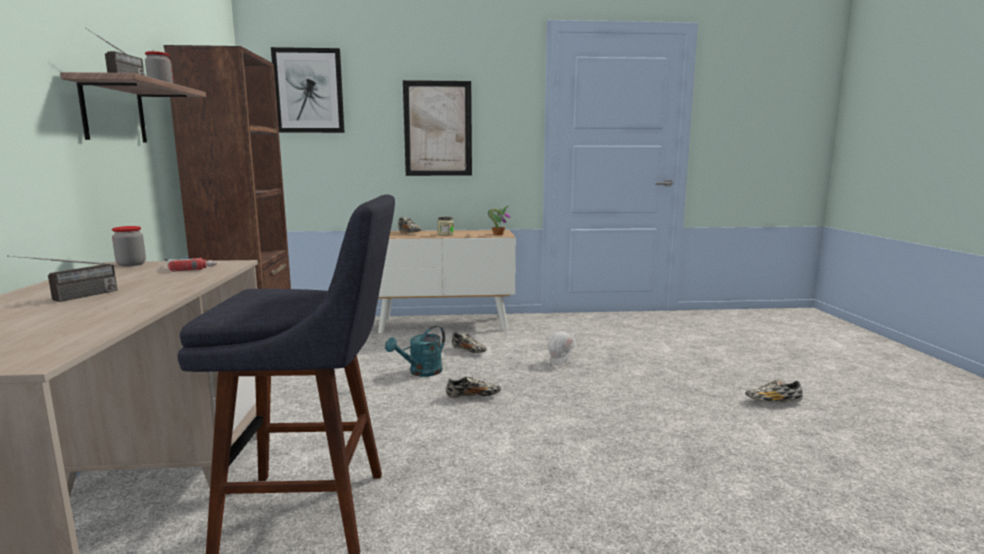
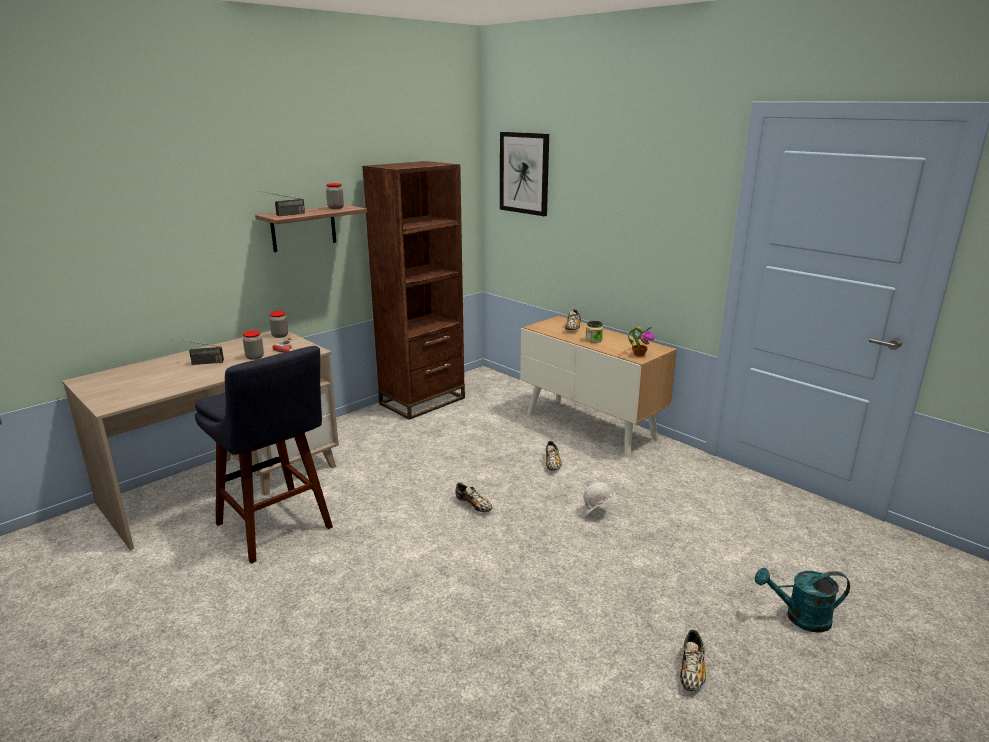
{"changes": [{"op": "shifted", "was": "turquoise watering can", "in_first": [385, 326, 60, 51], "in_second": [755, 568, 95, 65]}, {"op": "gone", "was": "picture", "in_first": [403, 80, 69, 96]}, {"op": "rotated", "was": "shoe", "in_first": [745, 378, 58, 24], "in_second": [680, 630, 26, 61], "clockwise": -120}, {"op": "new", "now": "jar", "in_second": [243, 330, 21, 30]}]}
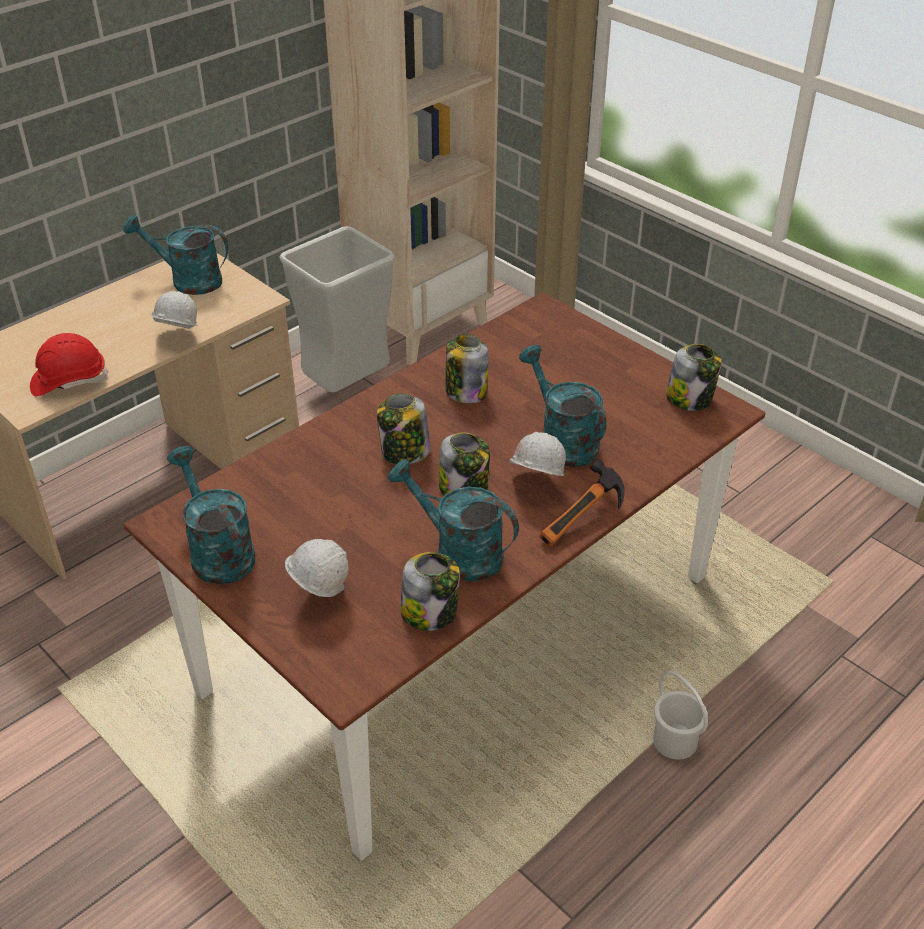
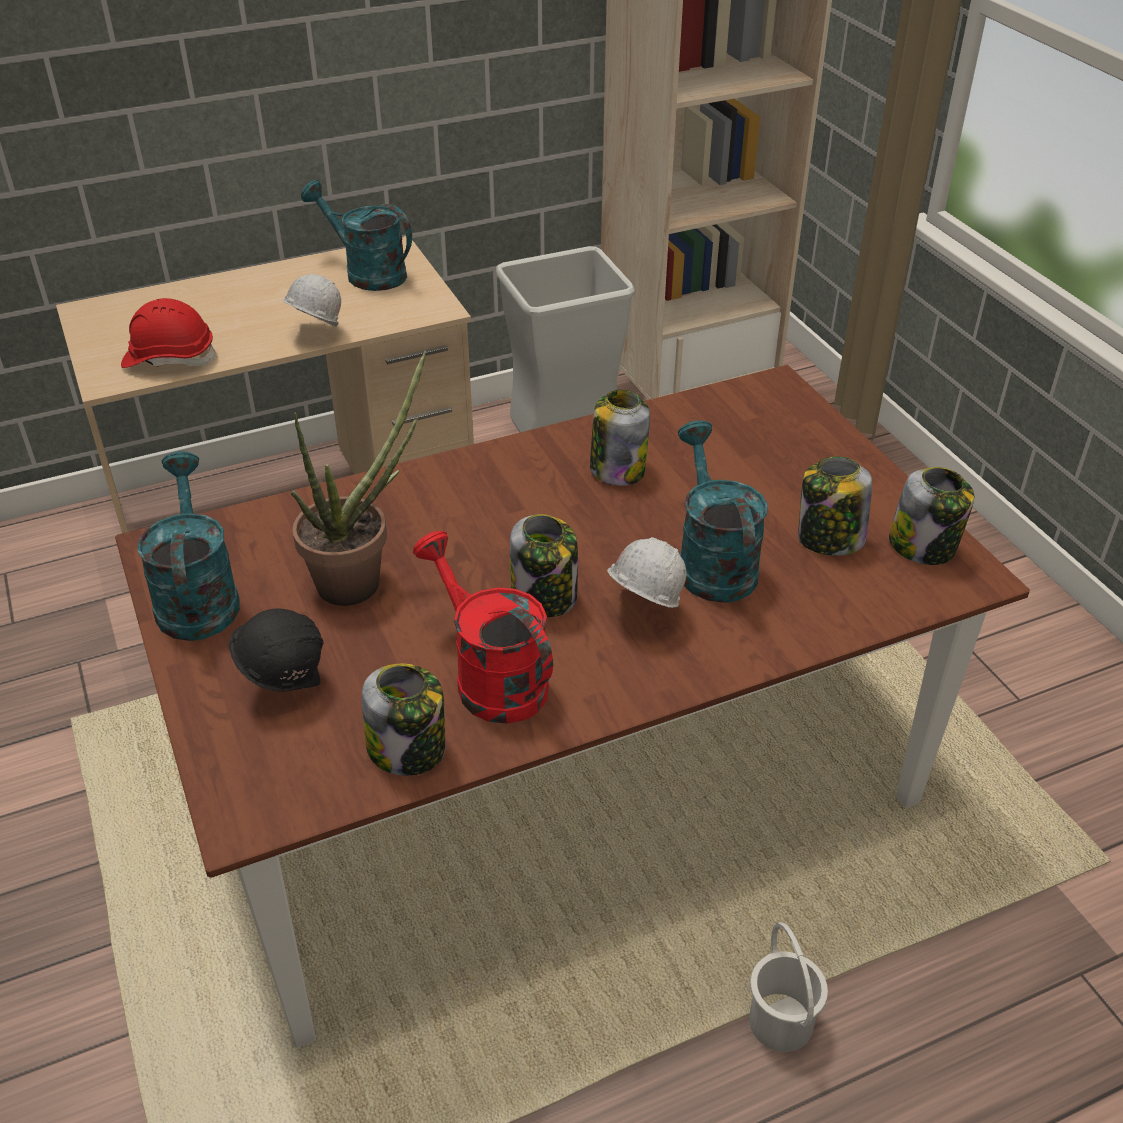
{"changes": [{"op": "repainted", "was": "white hard hat", "now": "black hard hat", "in_first": [285, 539, 64, 58], "in_second": [229, 609, 95, 83]}, {"op": "shifted", "was": "jar", "in_first": [377, 393, 53, 71], "in_second": [798, 457, 74, 99]}, {"op": "repainted", "was": "turquoise watering can", "now": "red watering can", "in_first": [388, 459, 131, 122], "in_second": [413, 531, 140, 193]}, {"op": "gone", "was": "hammer", "in_first": [540, 459, 85, 87]}, {"op": "new", "now": "potted plant", "in_second": [291, 350, 135, 256]}]}
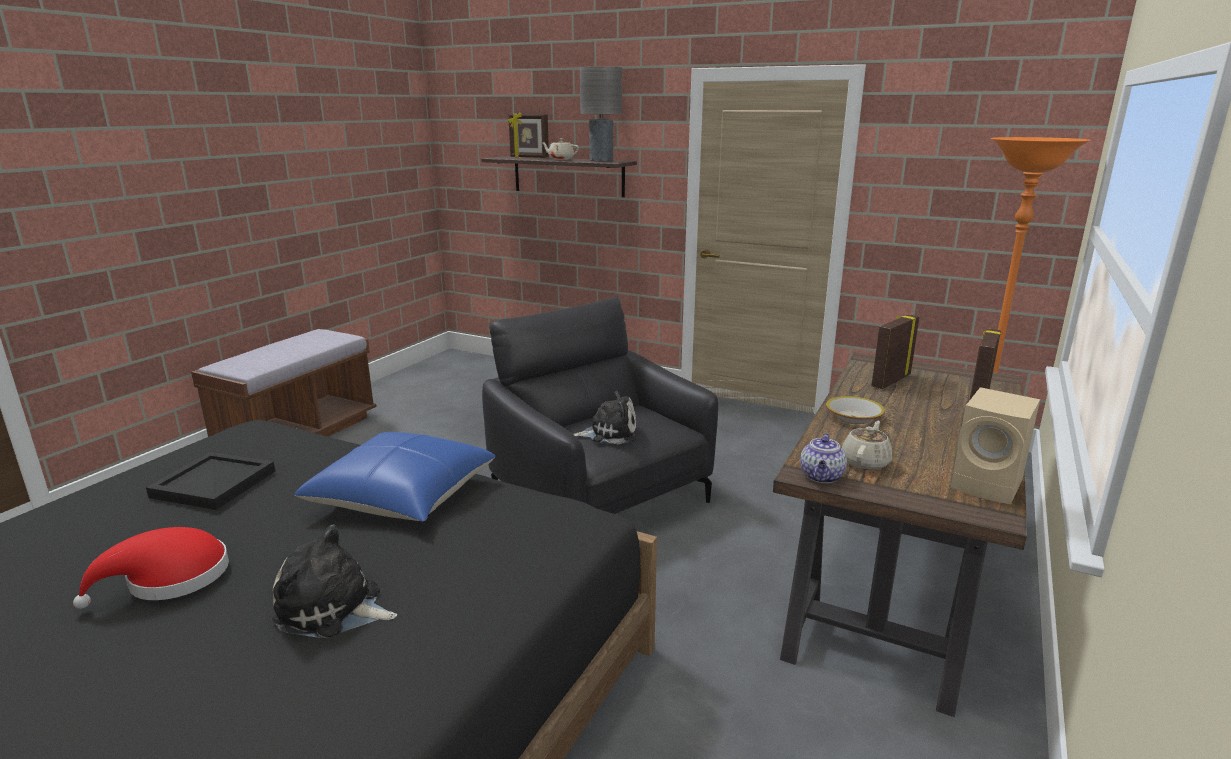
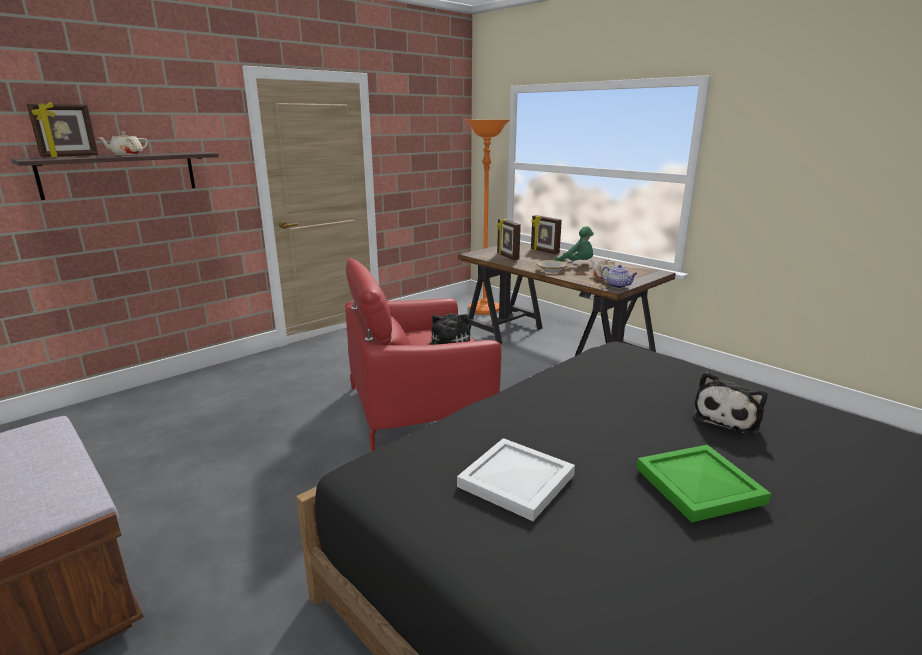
{"changes": [{"op": "swapped", "was": "red hat", "now": "green tray", "in_first": [73, 527, 156, 82], "in_second": [636, 445, 135, 78]}, {"op": "repainted", "was": "black tray", "now": "white tray", "in_first": [146, 452, 129, 58], "in_second": [457, 438, 118, 83]}, {"op": "gone", "was": "blue pillow", "in_first": [294, 432, 202, 89]}, {"op": "repainted", "was": "black armchair", "now": "red armchair", "in_first": [482, 297, 236, 217], "in_second": [345, 258, 157, 194]}, {"op": "gone", "was": "grey table lamp", "in_first": [580, 67, 42, 95]}, {"op": "gone", "was": "beige speaker", "in_first": [951, 387, 89, 117]}, {"op": "new", "now": "green plush toy", "in_second": [556, 226, 38, 35]}]}
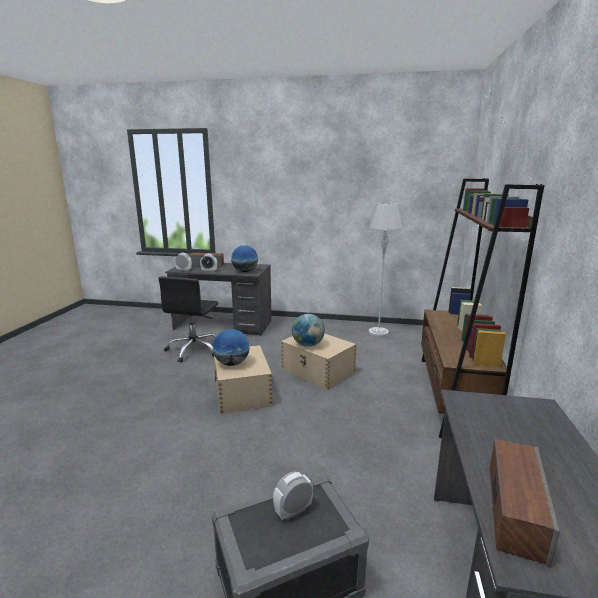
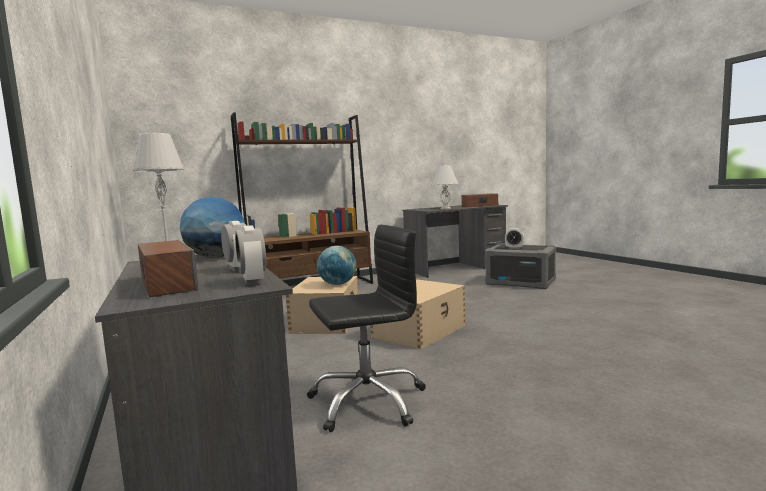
{"changes": [{"op": "gone", "was": "globe", "in_first": [213, 329, 37, 37]}, {"op": "new", "now": "white table lamp", "in_second": [432, 164, 27, 45]}]}
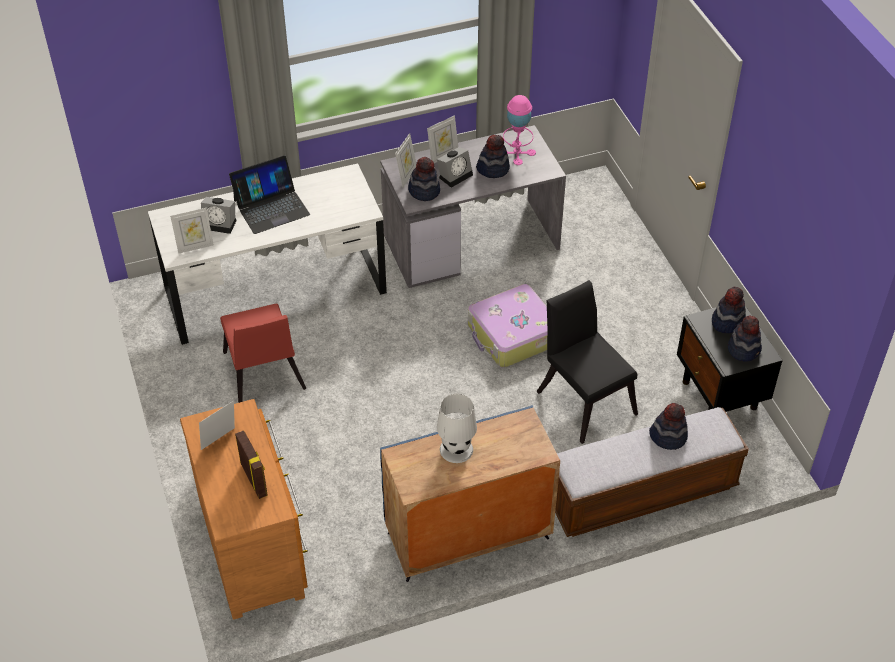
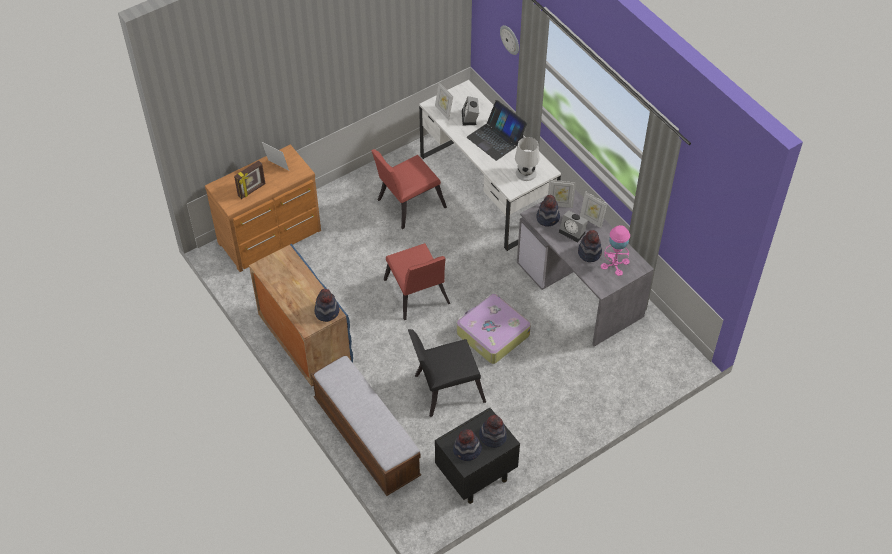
{"changes": [{"op": "shifted", "was": "white table lamp", "in_first": [437, 394, 40, 69], "in_second": [515, 137, 25, 44]}, {"op": "rotated", "was": "black chair", "in_first": [536, 280, 102, 164], "in_second": [408, 329, 78, 88], "clockwise": -150}, {"op": "shifted", "was": "hat", "in_first": [649, 403, 39, 47], "in_second": [314, 289, 25, 33]}, {"op": "new", "now": "red chair", "in_second": [384, 243, 66, 77]}, {"op": "new", "now": "wall clock", "in_second": [500, 25, 19, 30]}]}
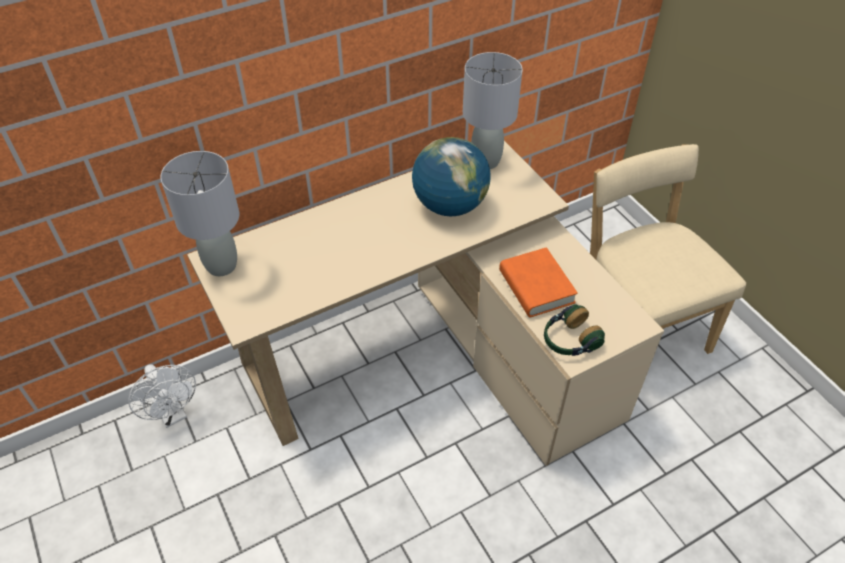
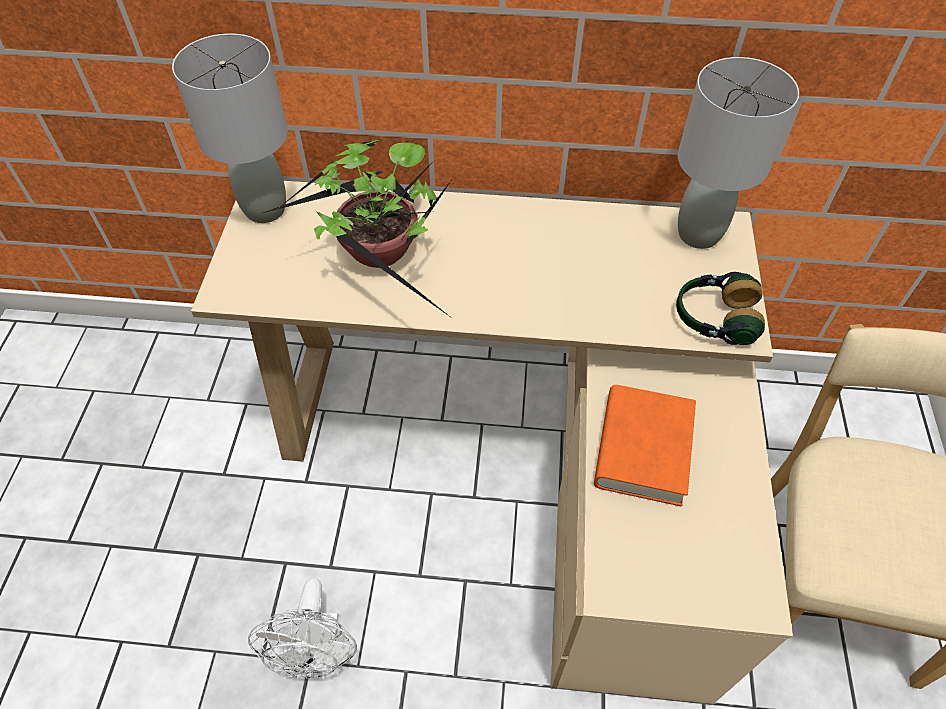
{"changes": [{"op": "shifted", "was": "white fan", "in_first": [128, 364, 68, 64], "in_second": [248, 578, 109, 100]}, {"op": "gone", "was": "globe", "in_first": [412, 137, 79, 79]}, {"op": "shifted", "was": "headphones", "in_first": [544, 304, 61, 52], "in_second": [676, 272, 89, 73]}, {"op": "new", "now": "potted plant", "in_second": [263, 140, 190, 179]}]}
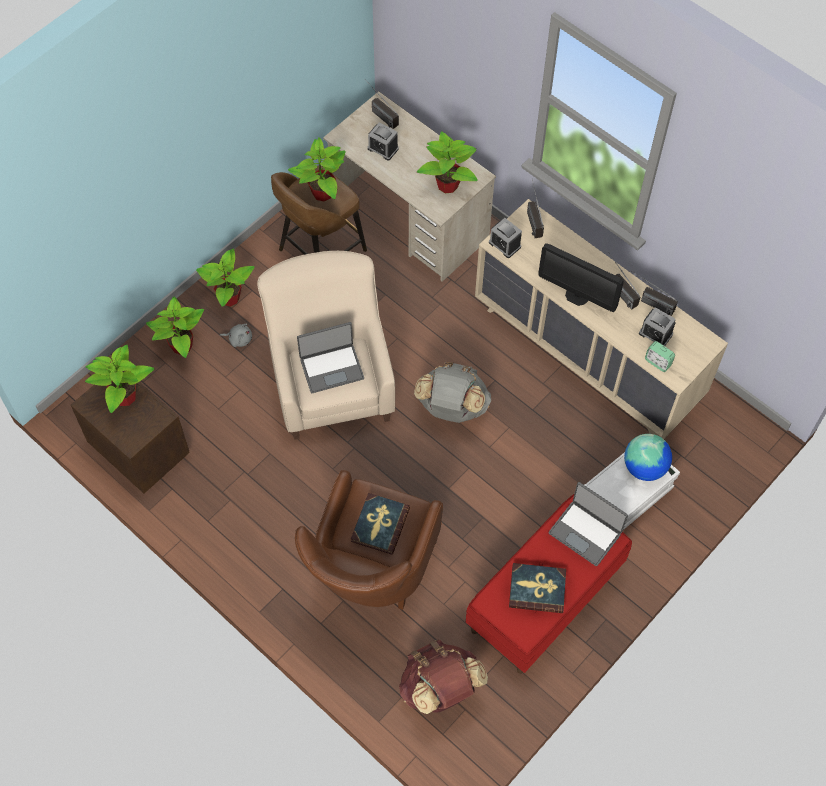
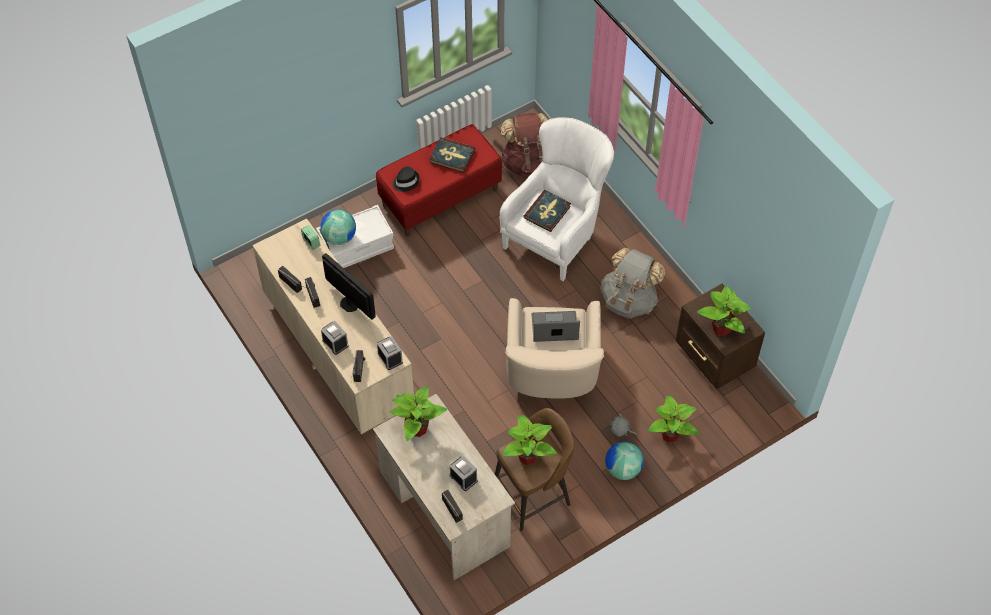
{"changes": [{"op": "swapped", "was": "potted plant", "now": "globe", "in_first": [196, 248, 58, 59], "in_second": [605, 442, 39, 38]}, {"op": "repainted", "was": "brown armchair", "now": "white armchair", "in_first": [295, 470, 148, 140], "in_second": [500, 117, 114, 164]}, {"op": "shifted", "was": "grey backpack", "in_first": [414, 362, 77, 61], "in_second": [600, 248, 65, 71]}, {"op": "swapped", "was": "laptop", "now": "black hat", "in_first": [549, 482, 79, 84], "in_second": [393, 166, 27, 26]}, {"op": "shifted", "was": "alarm clock", "in_first": [639, 307, 37, 39], "in_second": [321, 321, 28, 34]}]}
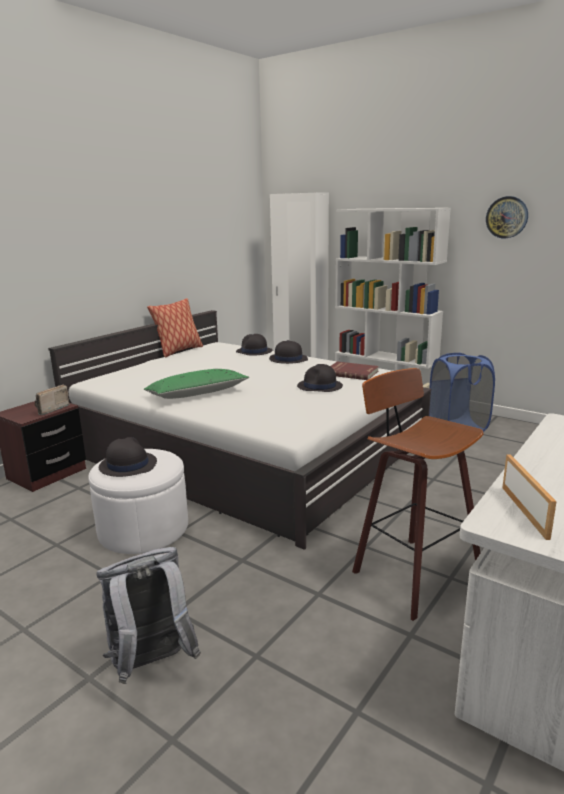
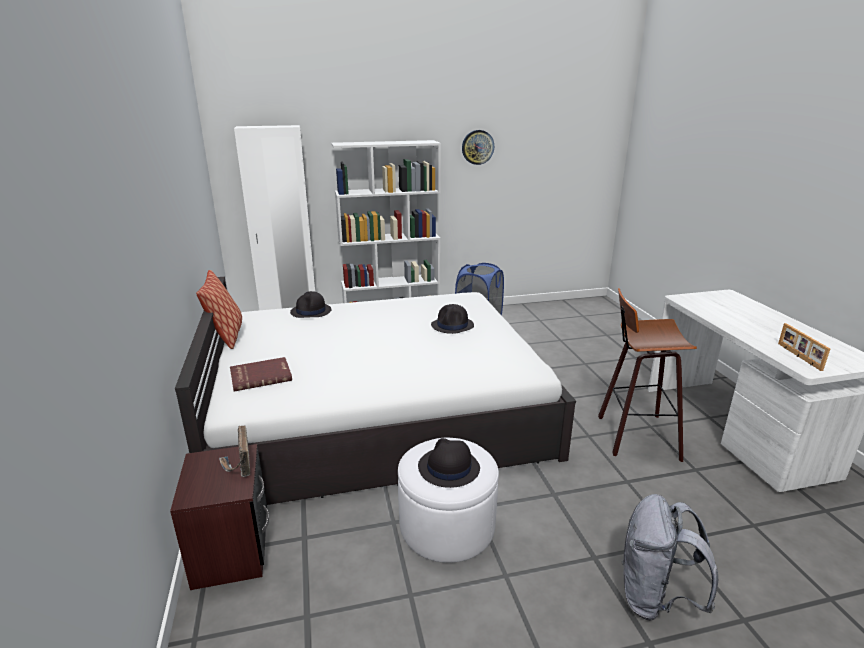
{"changes": [{"op": "gone", "was": "green pillow", "in_first": [144, 369, 105, 30]}, {"op": "gone", "was": "black hat", "in_first": [269, 340, 39, 24]}, {"op": "shifted", "was": "red book", "in_first": [331, 361, 48, 19], "in_second": [230, 357, 62, 34]}, {"op": "rotated", "was": "picture frame", "in_first": [502, 454, 55, 86], "in_second": [778, 323, 52, 48], "clockwise": -135}]}
